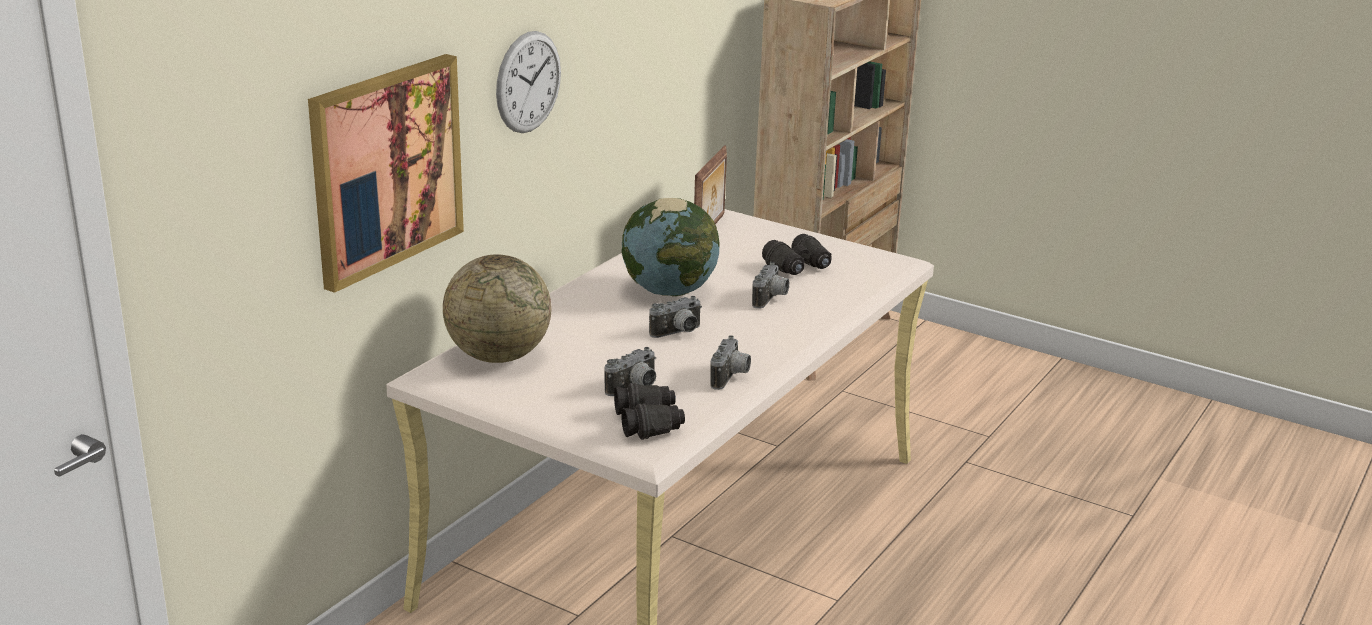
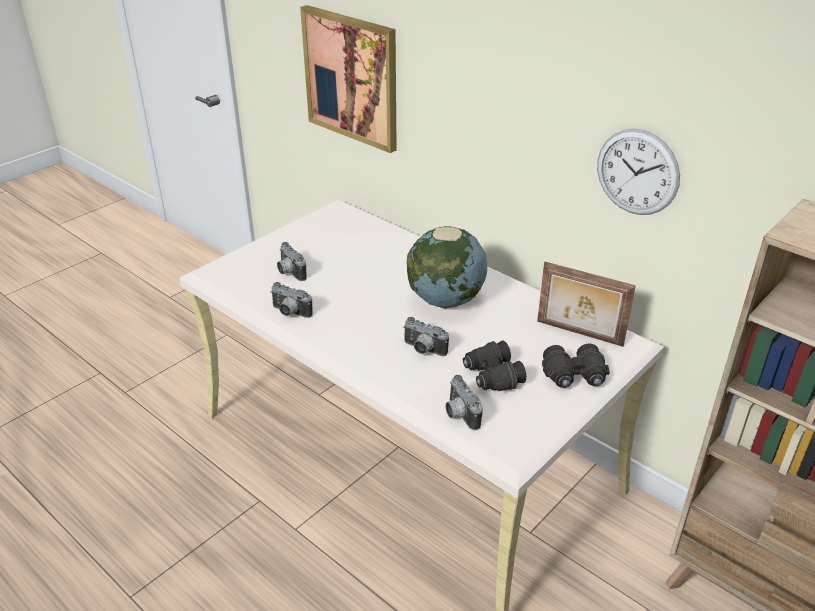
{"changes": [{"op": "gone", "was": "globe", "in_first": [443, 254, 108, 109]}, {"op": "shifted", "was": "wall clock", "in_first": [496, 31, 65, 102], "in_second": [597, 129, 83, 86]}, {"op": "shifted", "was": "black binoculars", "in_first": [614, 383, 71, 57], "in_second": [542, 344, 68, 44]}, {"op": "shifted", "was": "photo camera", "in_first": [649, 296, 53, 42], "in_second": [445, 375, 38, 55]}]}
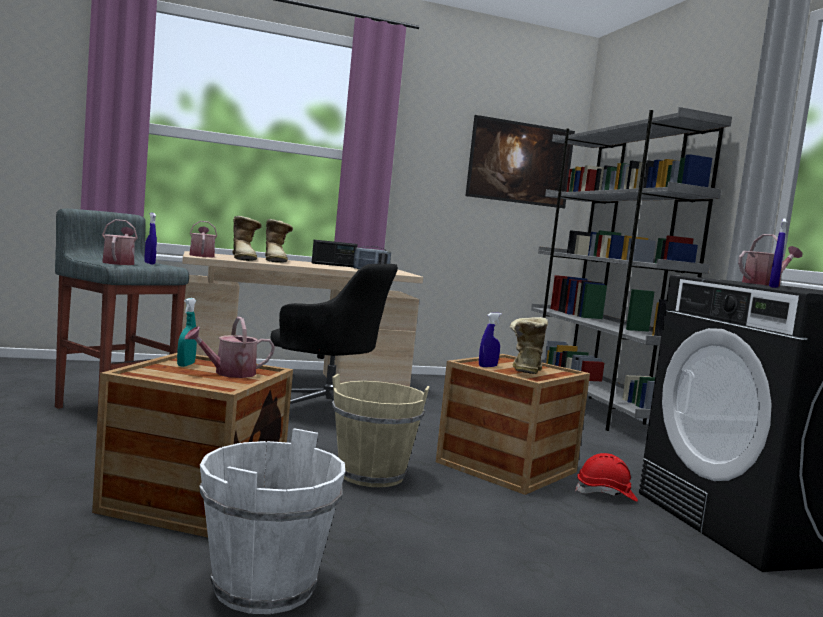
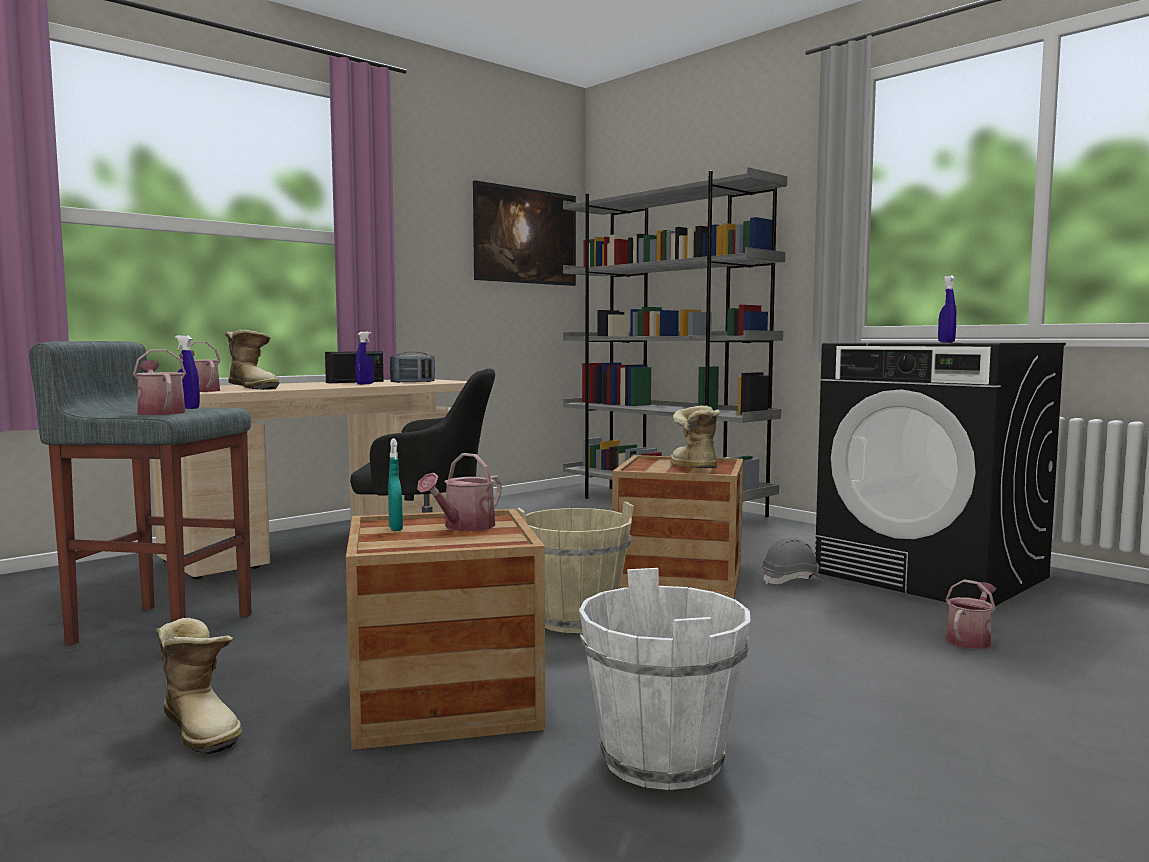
{"changes": [{"op": "shifted", "was": "boot", "in_first": [265, 219, 28, 44], "in_second": [156, 618, 86, 136]}, {"op": "shifted", "was": "blue spray bottle", "in_first": [479, 313, 23, 54], "in_second": [355, 332, 19, 53]}, {"op": "repainted", "was": "red hard hat", "now": "grey hard hat", "in_first": [575, 453, 63, 49], "in_second": [762, 538, 63, 47]}, {"op": "shifted", "was": "watering can", "in_first": [738, 234, 64, 52], "in_second": [945, 579, 51, 70]}]}
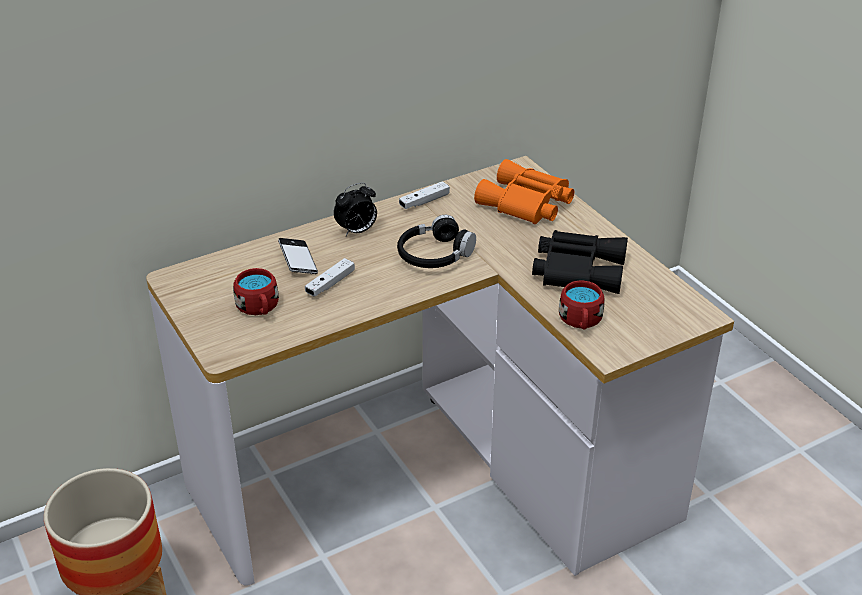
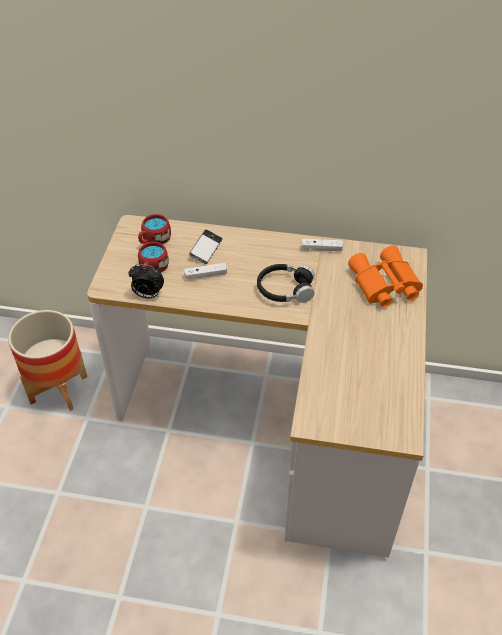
{"changes": [{"op": "shifted", "was": "alarm clock", "in_first": [334, 182, 43, 54], "in_second": [128, 264, 36, 34]}, {"op": "gone", "was": "black binoculars", "in_first": [532, 230, 96, 64]}, {"op": "shifted", "was": "red mug", "in_first": [559, 280, 46, 50], "in_second": [138, 214, 33, 30]}]}
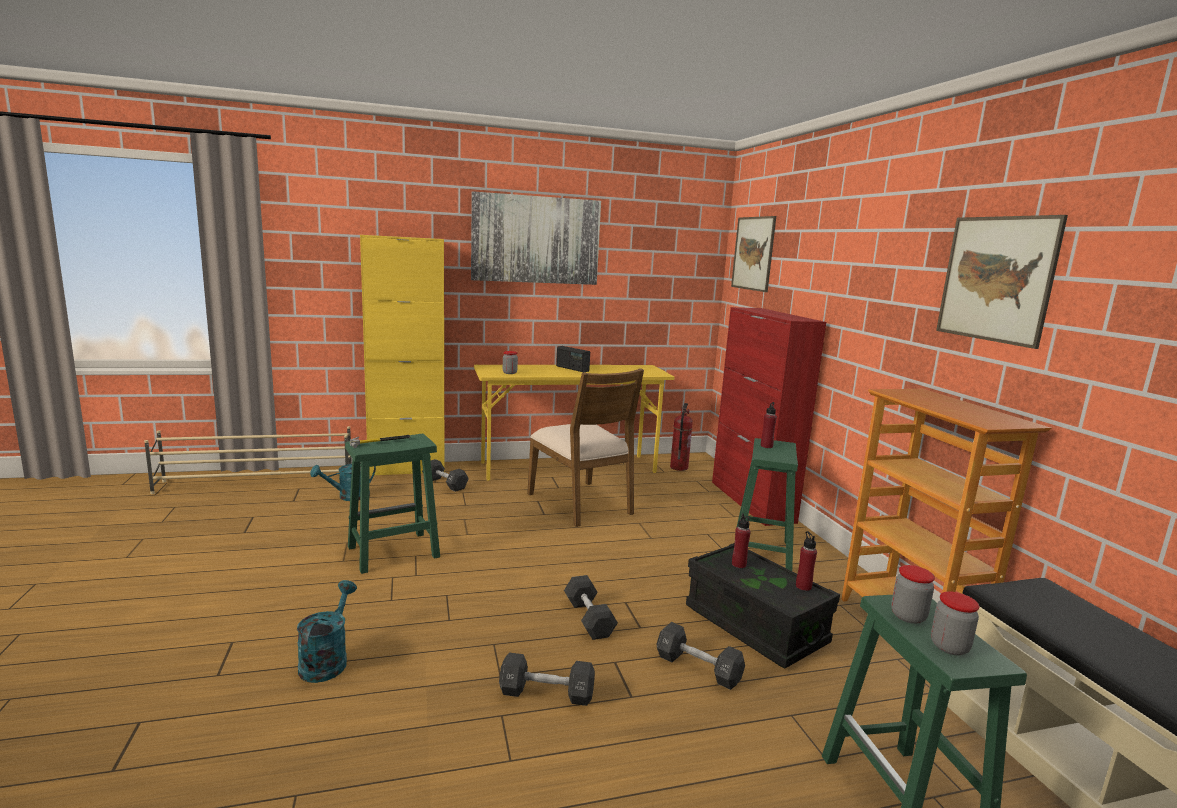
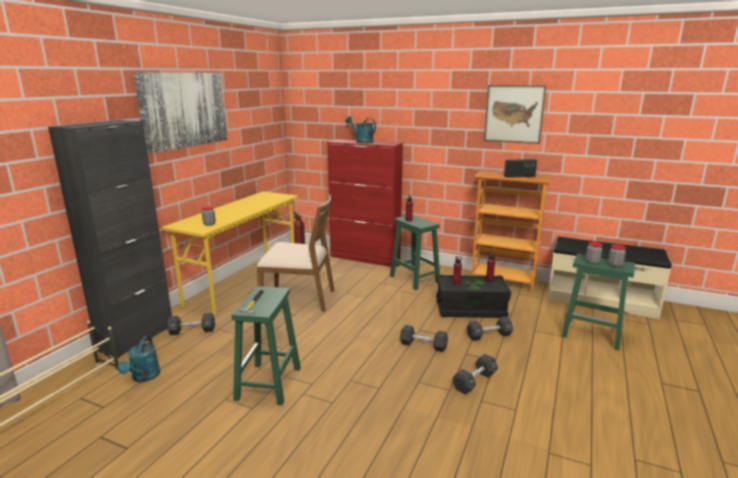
{"changes": [{"op": "shifted", "was": "turquoise watering can", "in_first": [297, 580, 60, 103], "in_second": [346, 116, 30, 28]}, {"op": "repainted", "was": "yellow cabinet", "now": "black cabinet", "in_first": [360, 235, 84, 242], "in_second": [48, 120, 124, 238]}, {"op": "shifted", "was": "radio", "in_first": [556, 346, 34, 26], "in_second": [504, 159, 33, 19]}, {"op": "gone", "was": "picture", "in_first": [731, 216, 45, 76]}]}
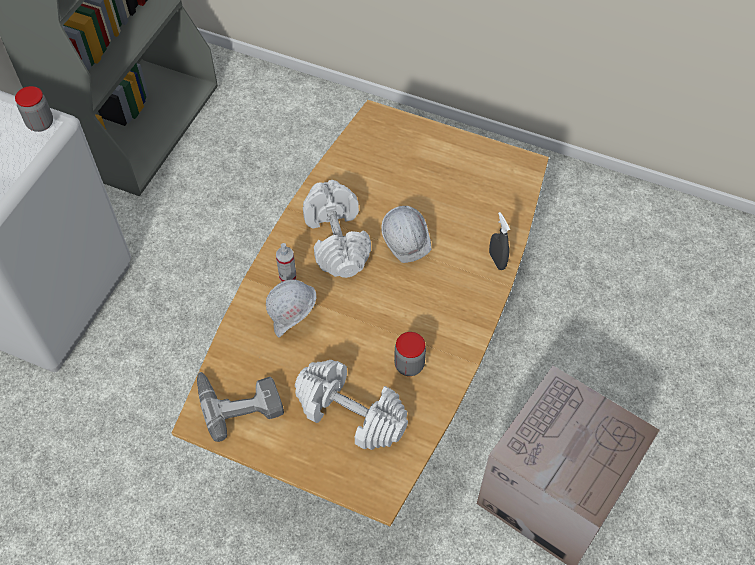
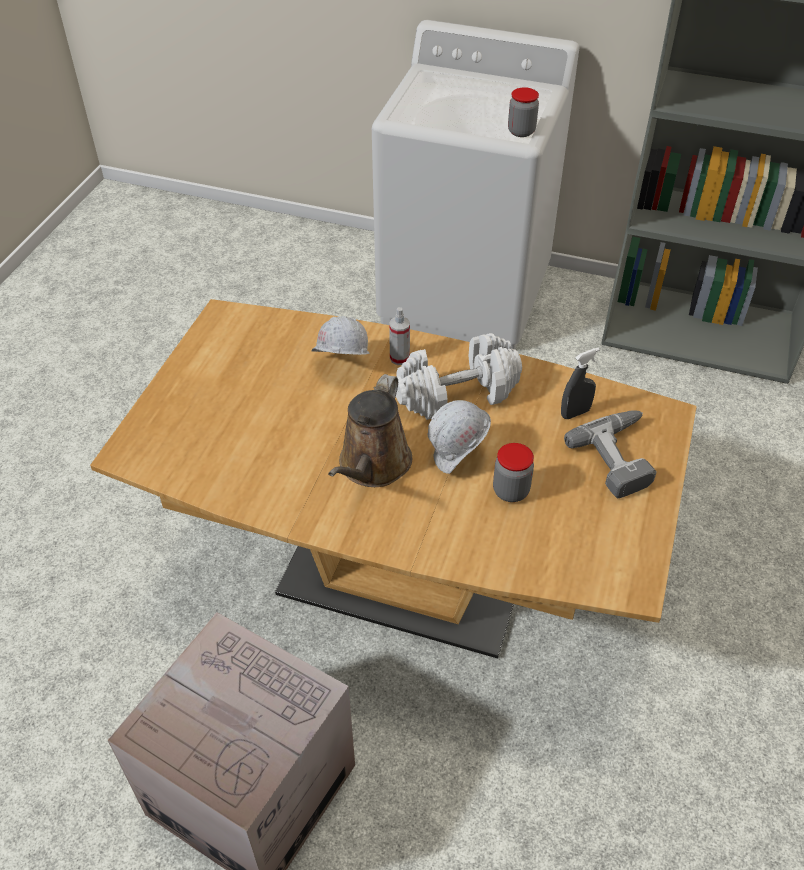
{"changes": [{"op": "shifted", "was": "power drill", "in_first": [197, 372, 87, 70], "in_second": [564, 410, 92, 88]}, {"op": "gone", "was": "white dumbbell", "in_first": [295, 360, 113, 90]}, {"op": "shifted", "was": "jar", "in_first": [394, 332, 32, 44], "in_second": [493, 443, 41, 59]}, {"op": "shifted", "was": "grey spray bottle", "in_first": [489, 212, 21, 58], "in_second": [561, 347, 39, 72]}, {"op": "new", "now": "brown watering can", "in_second": [328, 374, 84, 113]}]}
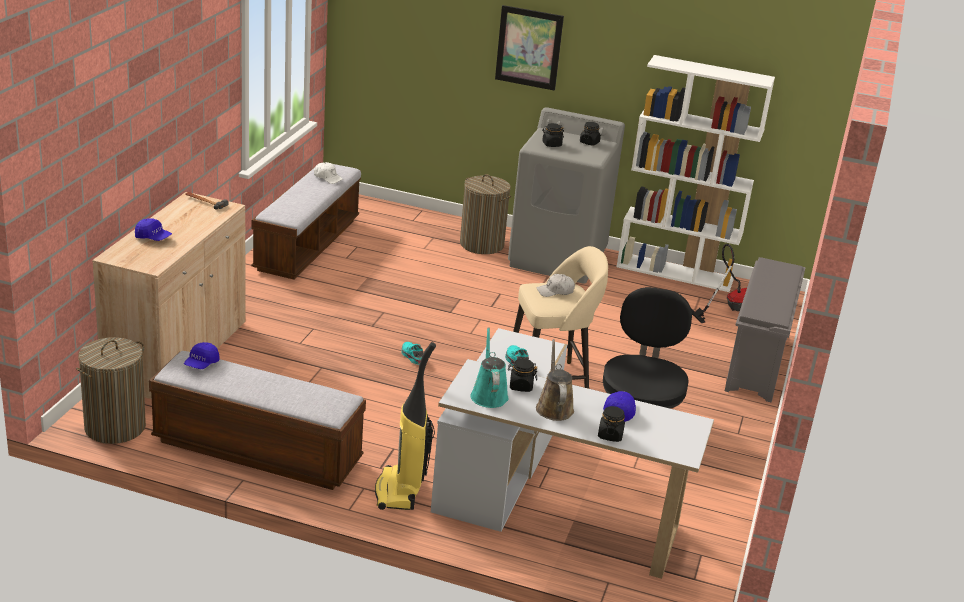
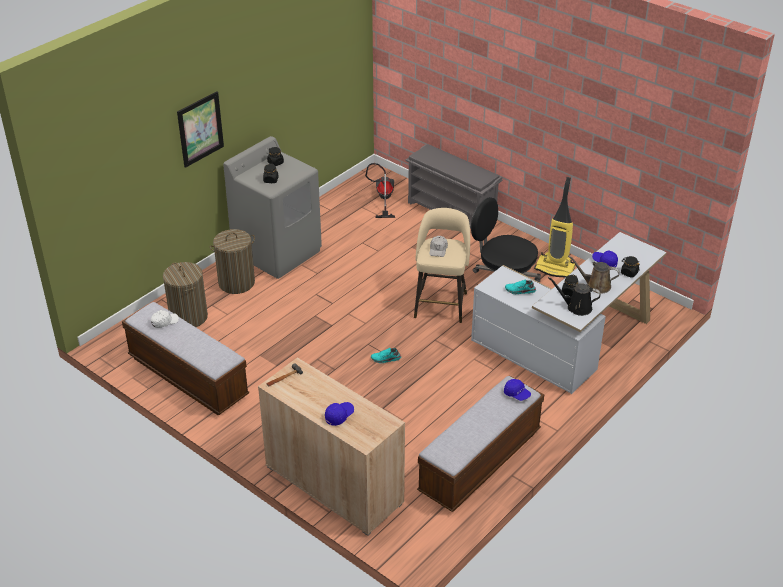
{"changes": [{"op": "shifted", "was": "laundry basket", "in_first": [76, 337, 70, 107], "in_second": [163, 262, 45, 65]}, {"op": "shifted", "was": "blue cap", "in_first": [184, 342, 36, 27], "in_second": [504, 379, 27, 22]}, {"op": "shifted", "was": "vacuum cleaner", "in_first": [375, 342, 61, 168], "in_second": [534, 177, 41, 101]}, {"op": "repainted", "was": "turquoise watering can", "now": "black watering can", "in_first": [471, 328, 38, 80], "in_second": [548, 277, 53, 39]}, {"op": "gone", "was": "white bookcase", "in_first": [616, 55, 159, 237]}]}
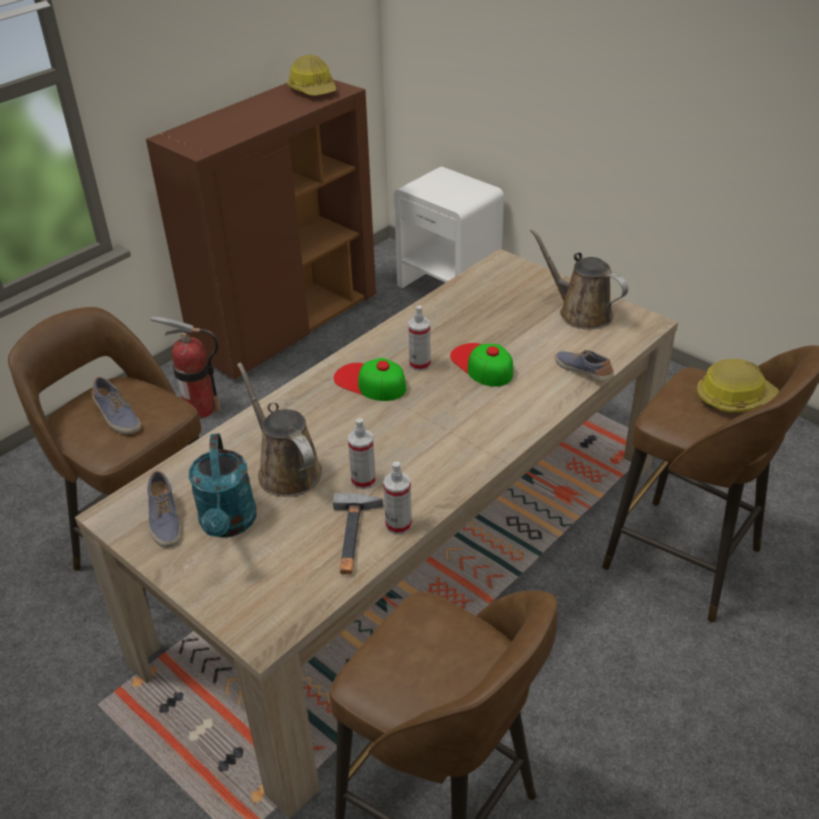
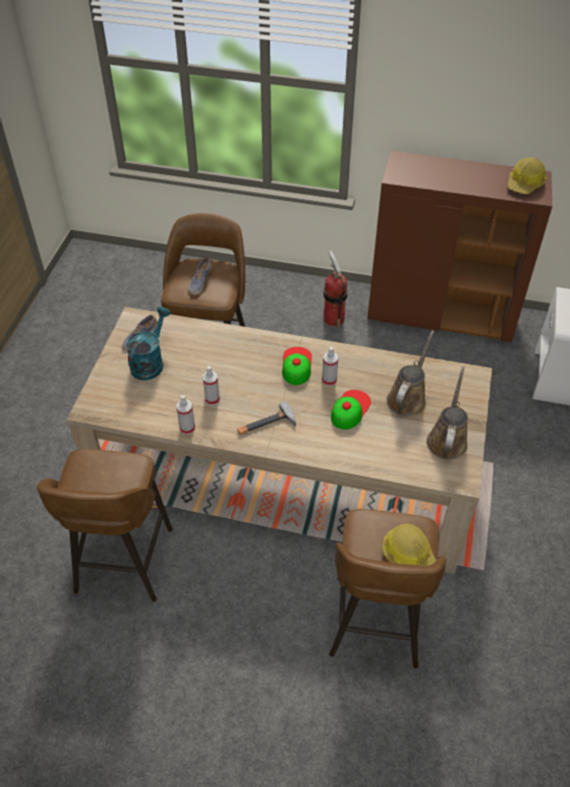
{"changes": [{"op": "rotated", "was": "turquoise watering can", "in_first": [189, 433, 67, 105], "in_second": [126, 307, 44, 73], "clockwise": 150}, {"op": "shifted", "was": "brown watering can", "in_first": [237, 362, 85, 135], "in_second": [386, 330, 49, 86]}, {"op": "shifted", "was": "hammer", "in_first": [333, 493, 50, 81], "in_second": [237, 401, 59, 33]}, {"op": "gone", "was": "shoe", "in_first": [555, 350, 59, 31]}]}
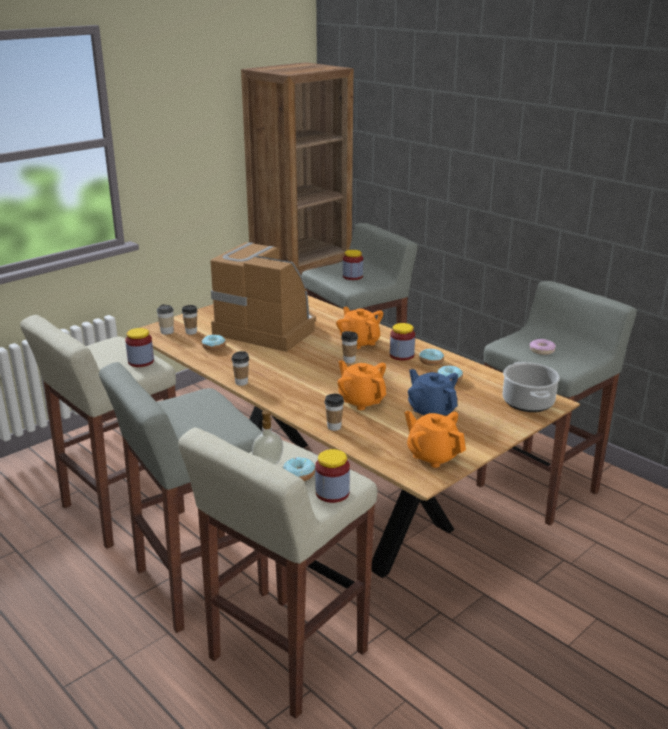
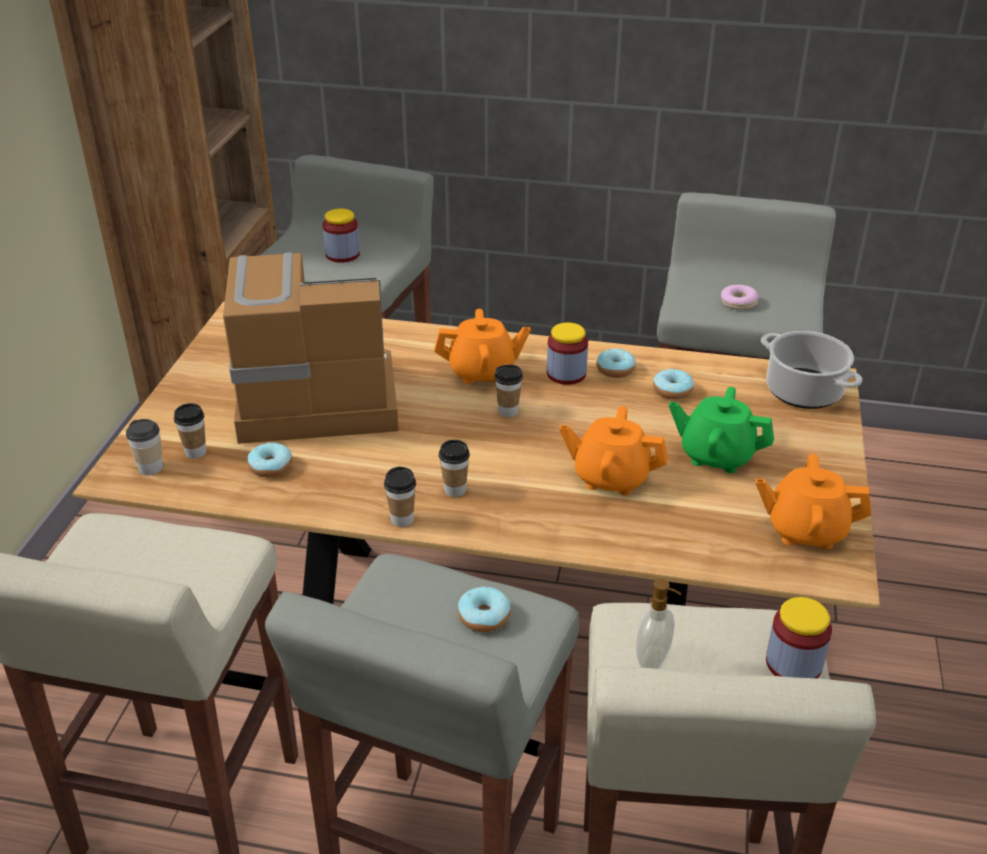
{"changes": [{"op": "gone", "was": "jar", "in_first": [125, 328, 29, 39]}, {"op": "shifted", "was": "donut", "in_first": [283, 457, 32, 24], "in_second": [458, 586, 53, 46]}, {"op": "shifted", "was": "cup", "in_first": [324, 394, 20, 37], "in_second": [439, 440, 31, 57]}, {"op": "rotated", "was": "orange teapot", "in_first": [336, 307, 47, 42], "in_second": [435, 309, 96, 75], "clockwise": 150}, {"op": "repainted", "was": "blue teapot", "now": "green teapot", "in_first": [408, 369, 50, 46], "in_second": [669, 387, 105, 86]}]}
